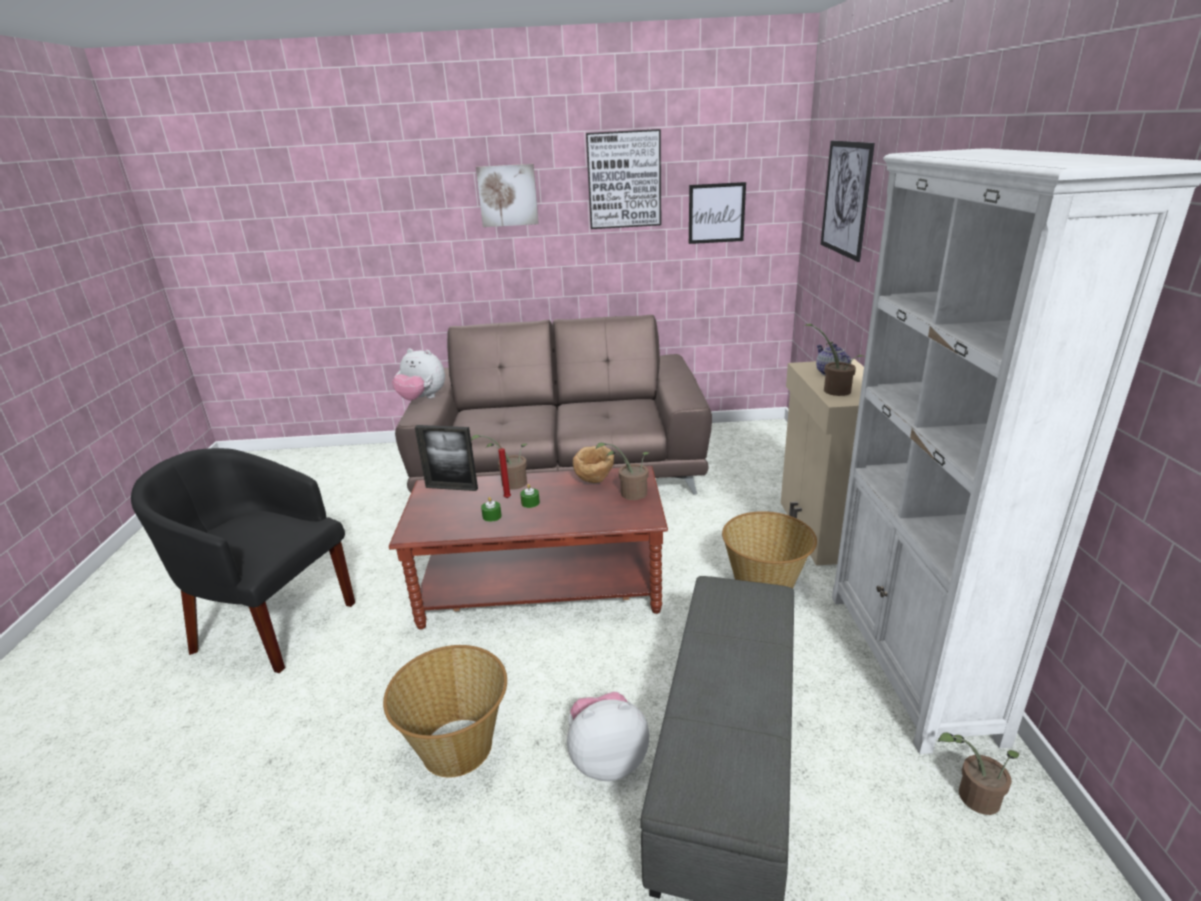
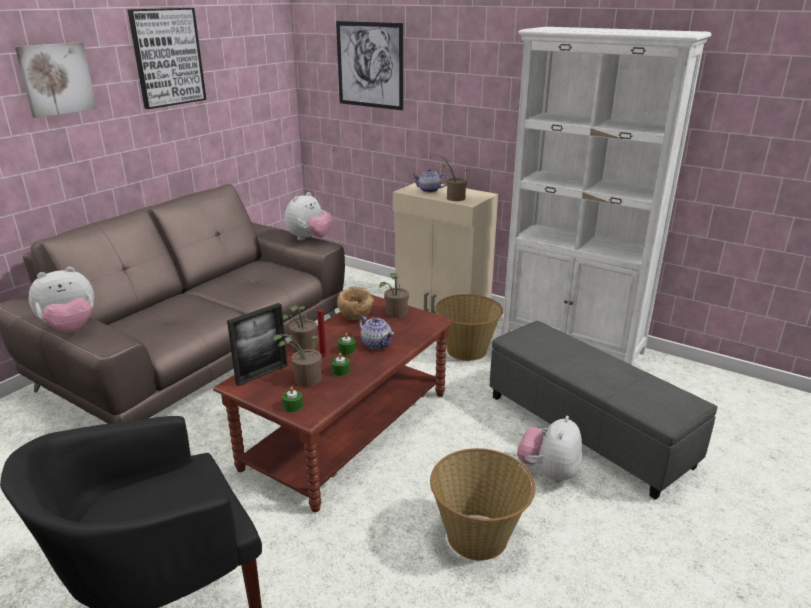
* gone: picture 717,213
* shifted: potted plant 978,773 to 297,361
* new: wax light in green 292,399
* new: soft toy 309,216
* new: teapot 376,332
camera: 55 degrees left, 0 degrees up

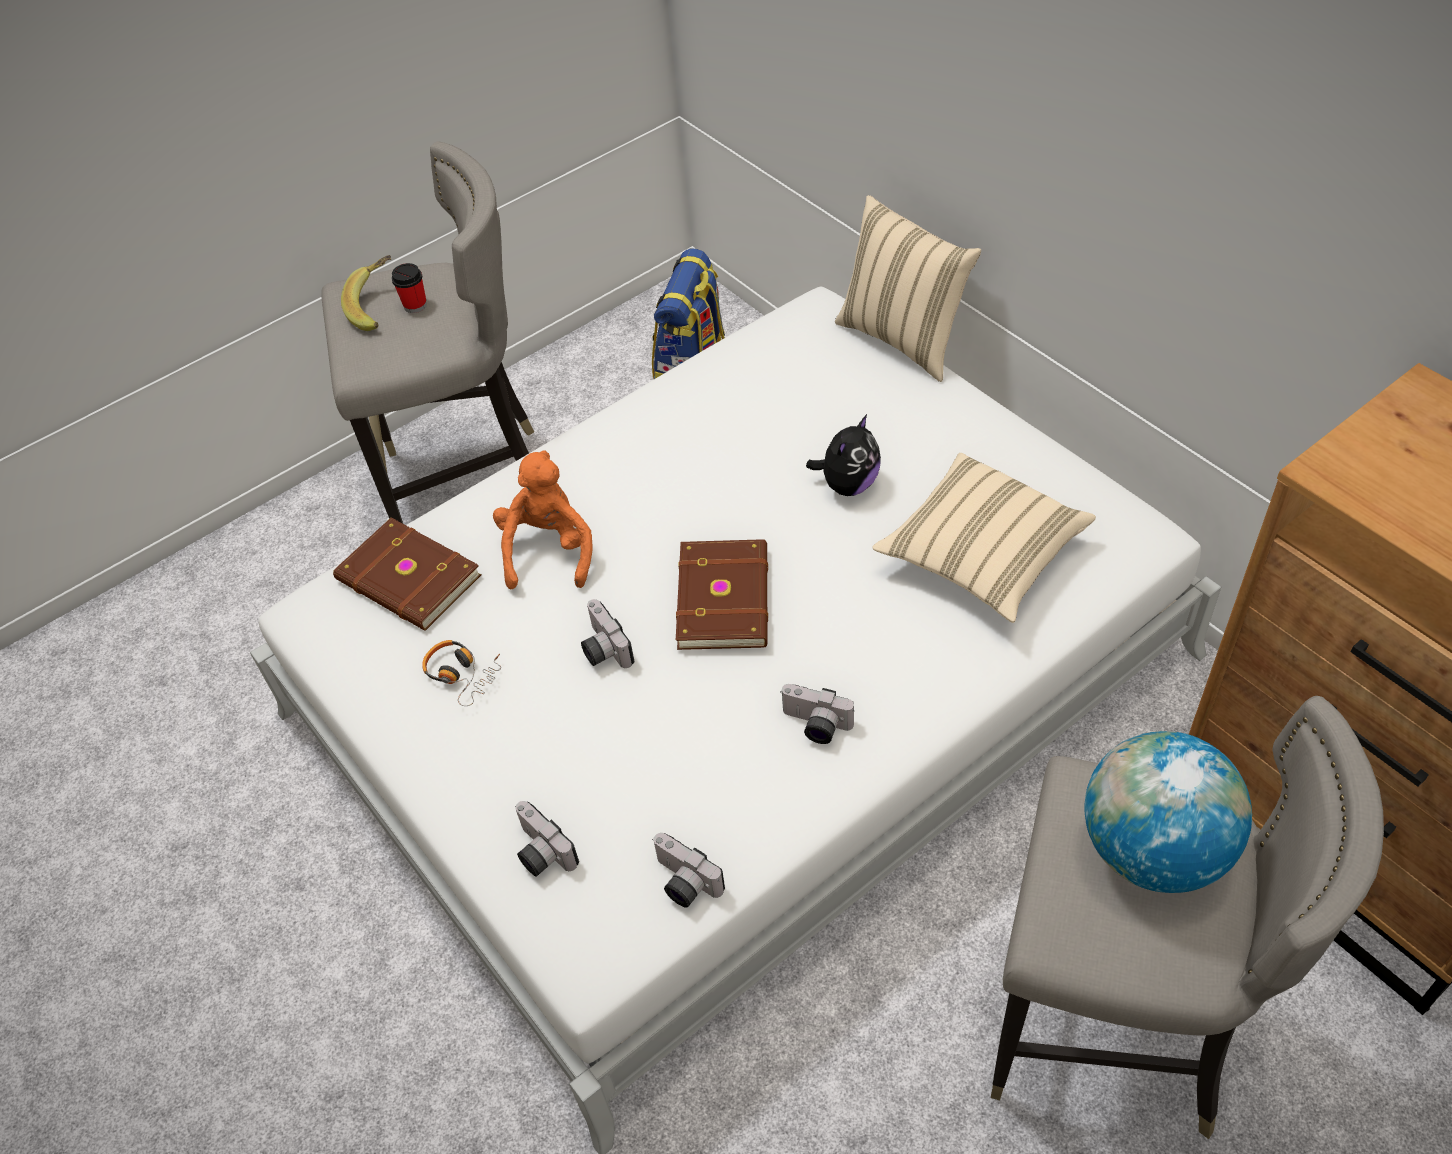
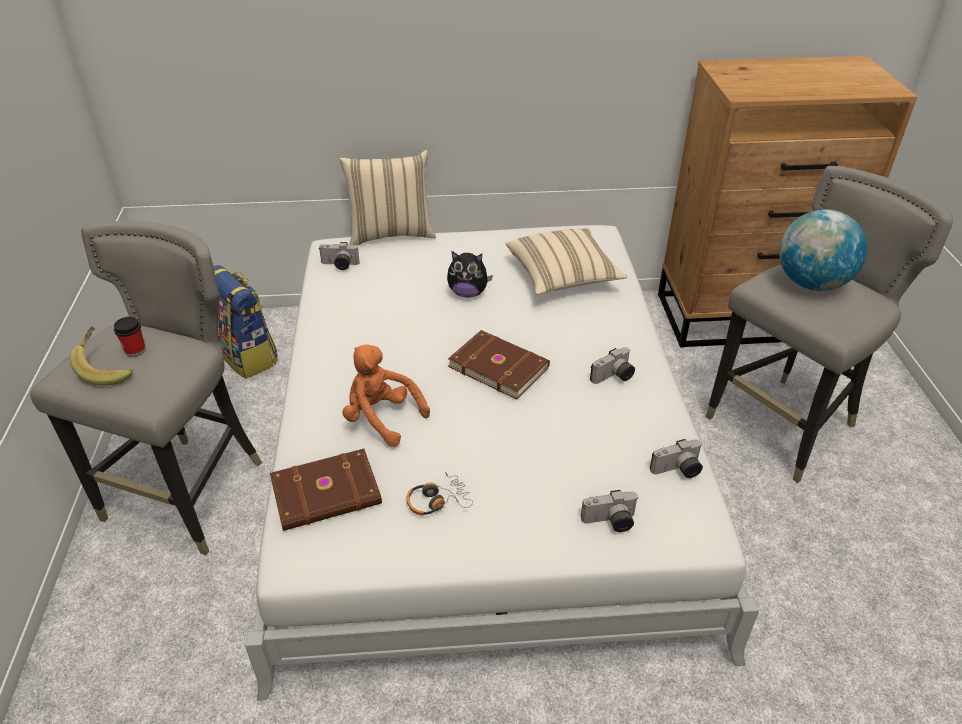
* shifted: photo camera 607,633 to 339,256
* rotated: soft toy 843,455 = 470,274 120 degrees clockwise
camera: 60 degrees left, 10 degrees down

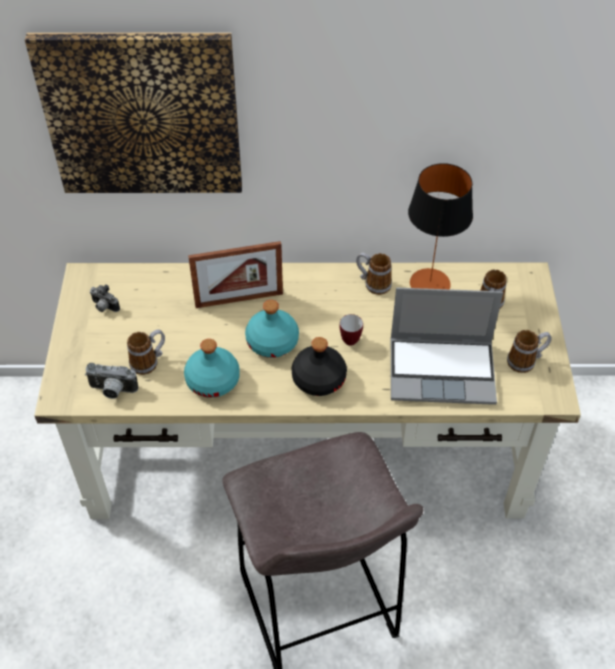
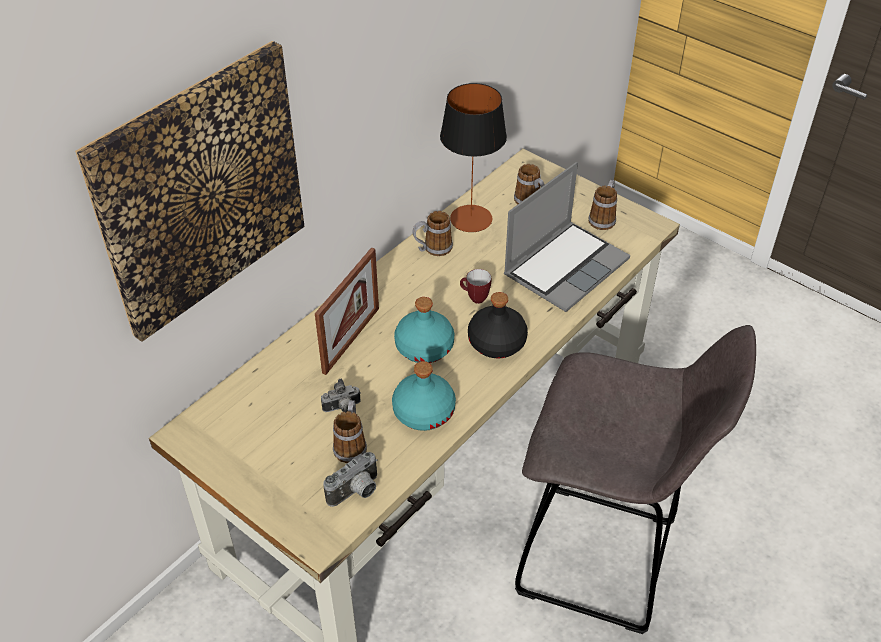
* shifted: photo camera 105,298 to 341,395
camera: 50 degrees left, 5 degrees down

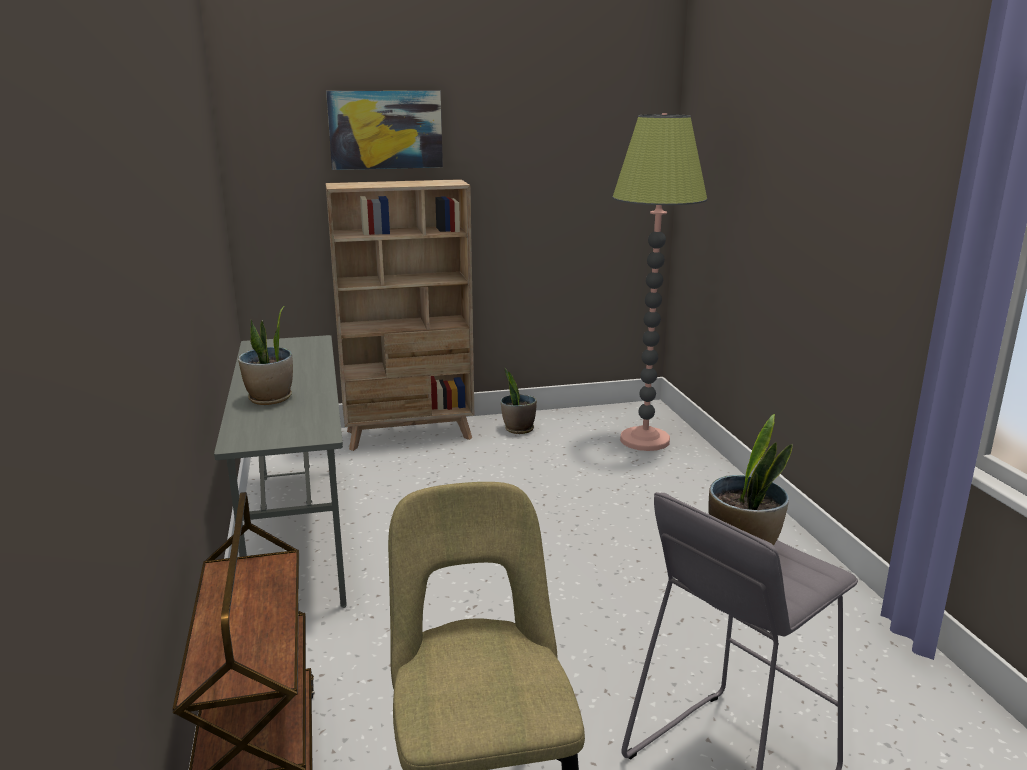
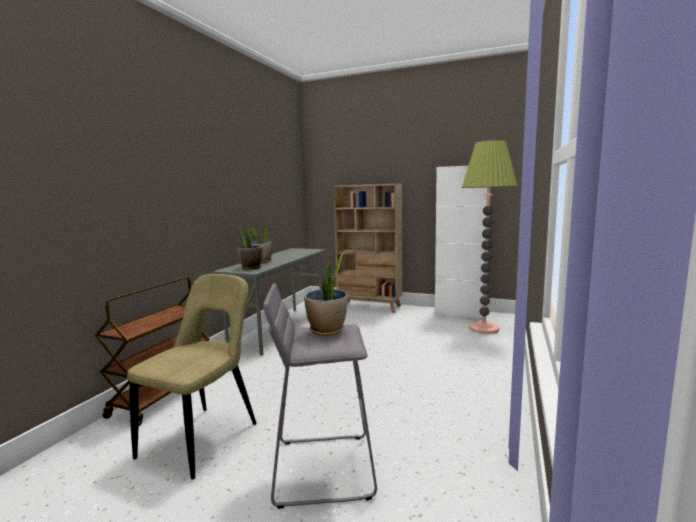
* gone: picture 384,130
* shifted: potted plant 519,401 to 249,246
* new: cabinet in white-coloured 461,242
camera: 35 degrees right, 10 degrees down

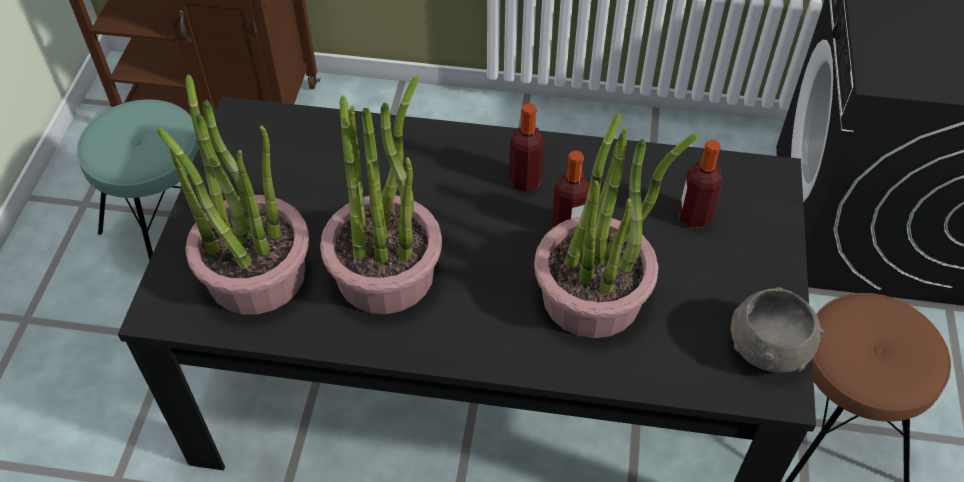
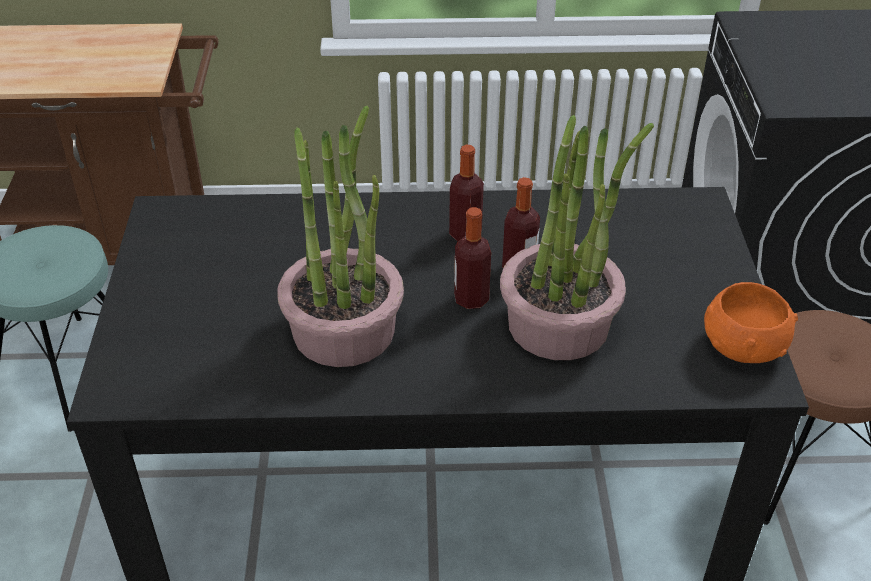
* gone: potted plant 233,194
* shifted: drink bottle 700,184 to 472,258
* repainted: deep dish in greyish 777,330 to deep dish in orange-coloured 751,322
camera: 10 degrees left, 10 degrees down

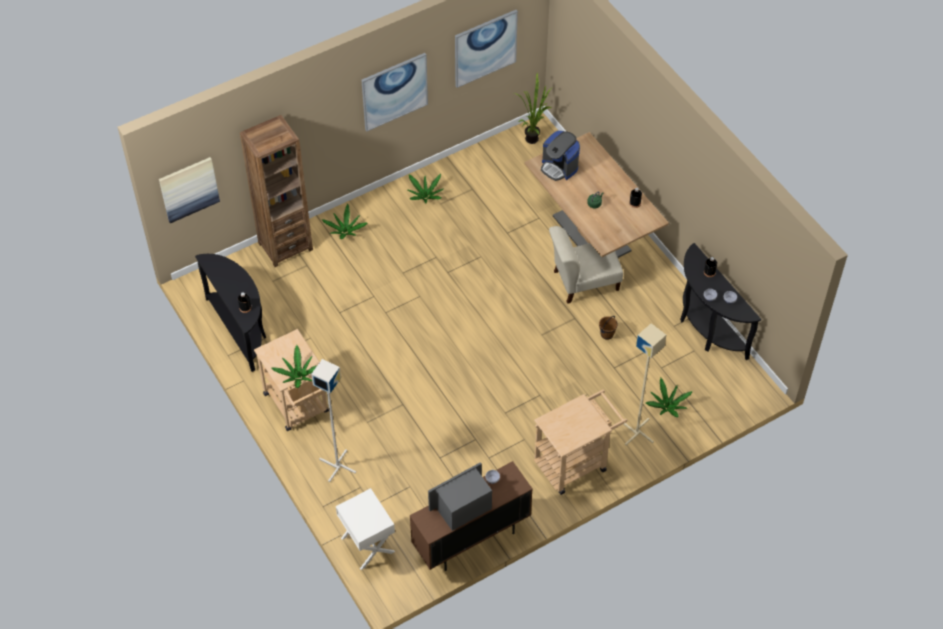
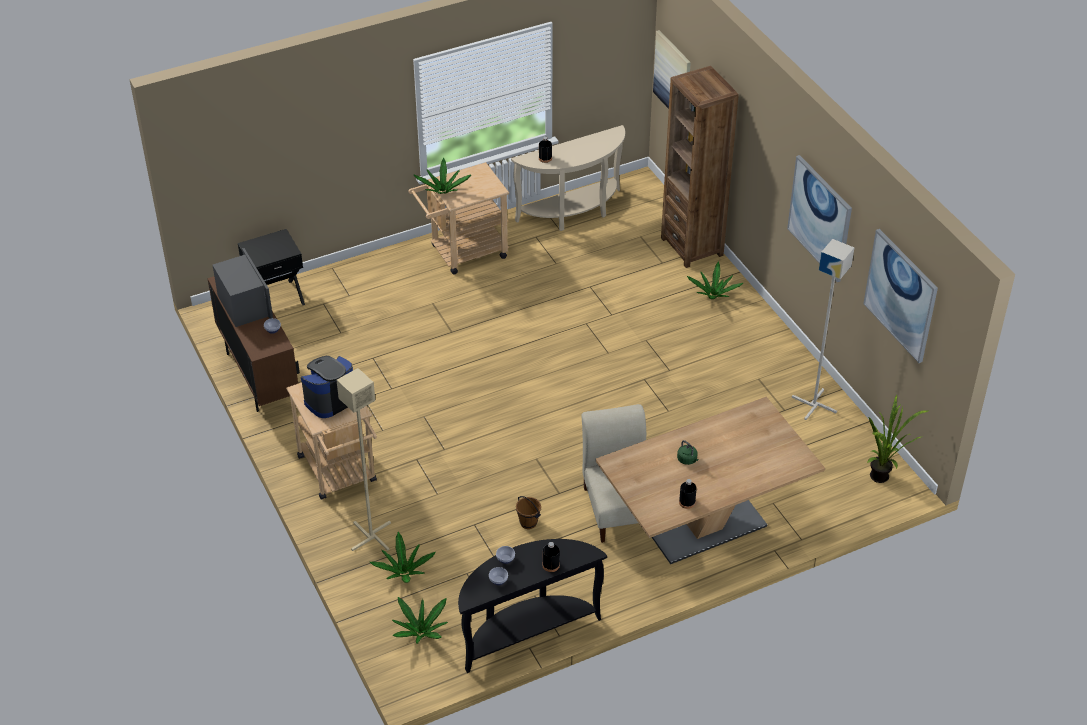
* repainted: narrow table in black-coloured 230,313 to narrow table in beige-coloured 568,178
* shifted: standing lamp in greyish 333,420 to 823,329
* repainted: night table in white-coloured 365,529 to night table in black-coloured 271,267
* shifted: potted plant 425,188 to 420,620
* shifted: coffee brewer 560,156 to 327,387
camera: 95 degrees right, 10 degrees down

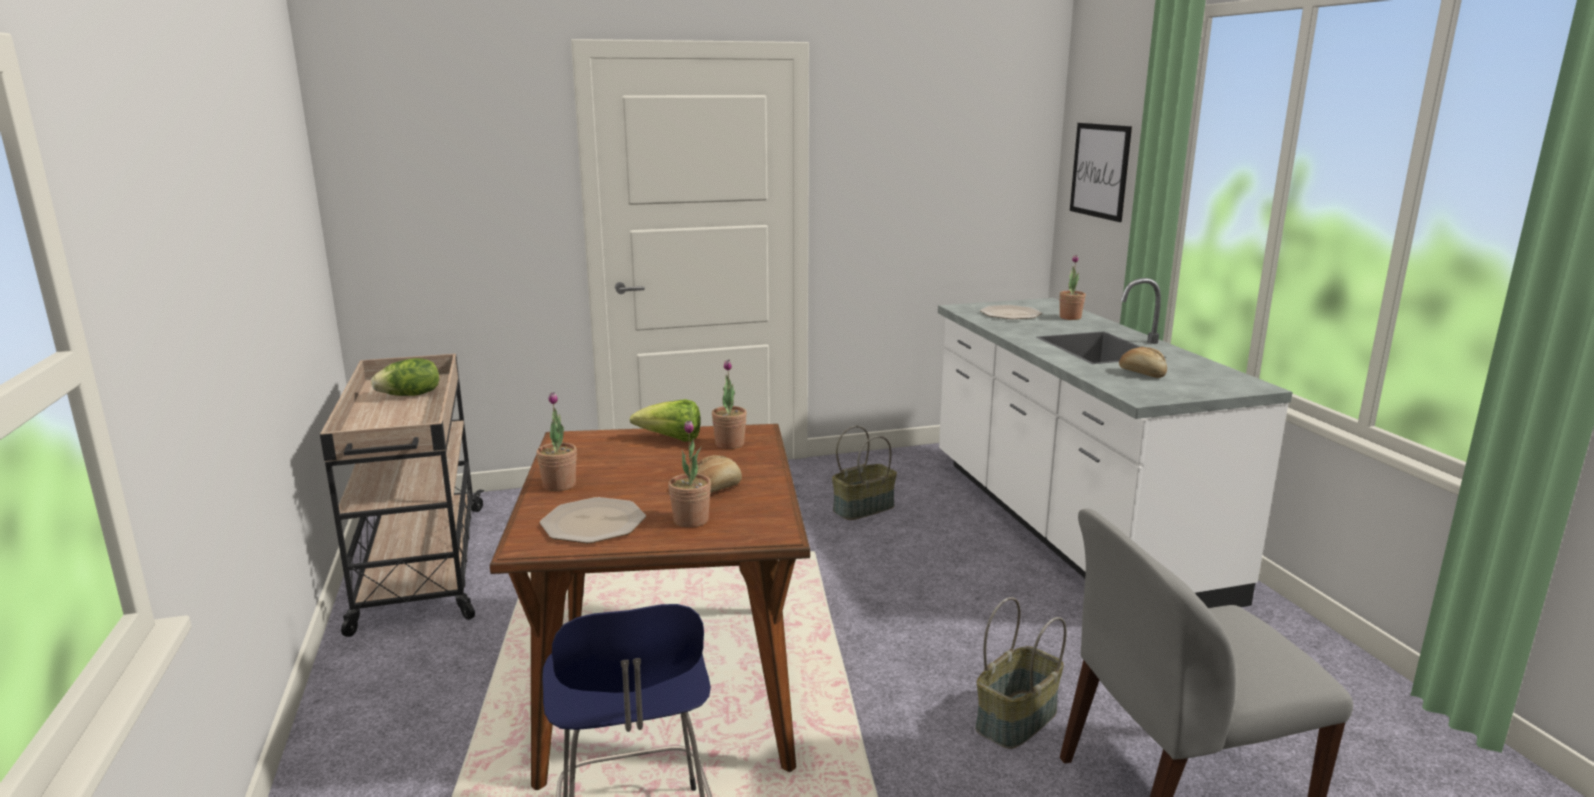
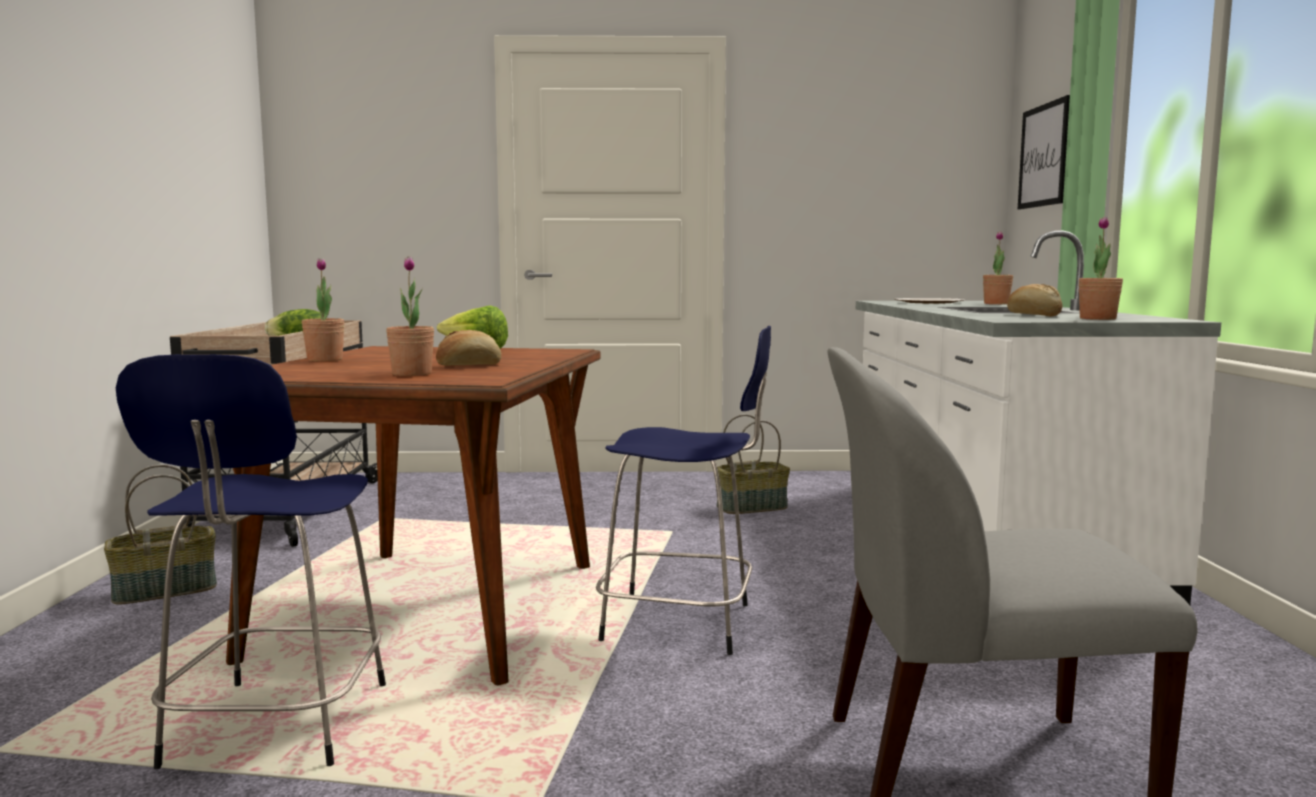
* gone: flat dish 593,520
* shifted: potted plant 729,404 to 1101,268
* shifted: household basket 1021,673 to 160,534
* new: sitting stool in blue-coloured 683,490
camera: 15 degrees right, 10 degrees down

